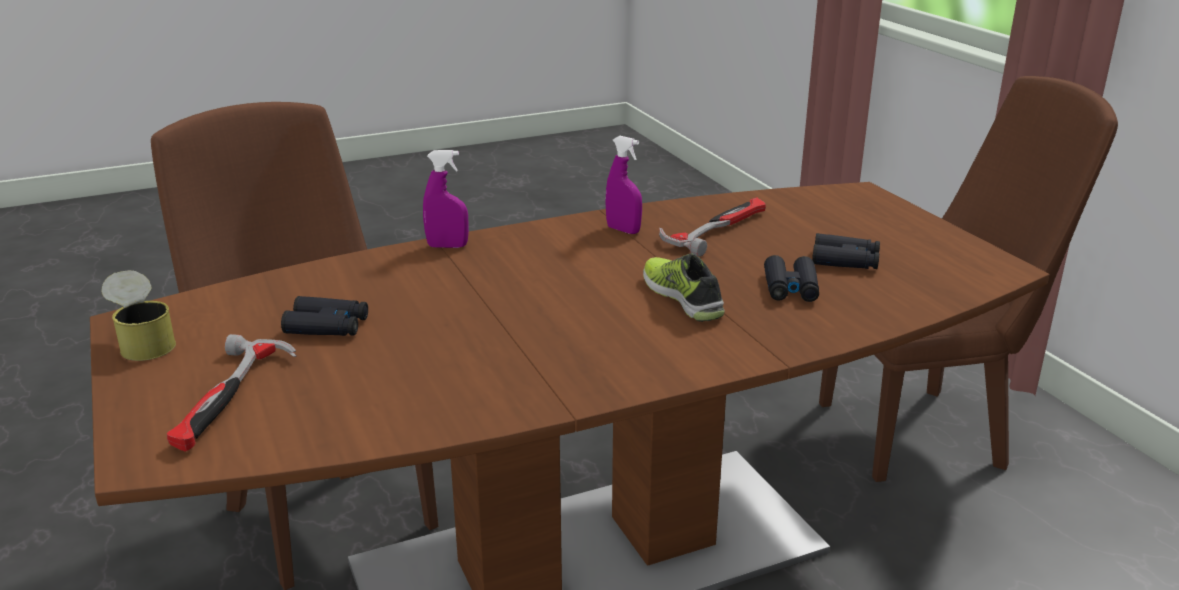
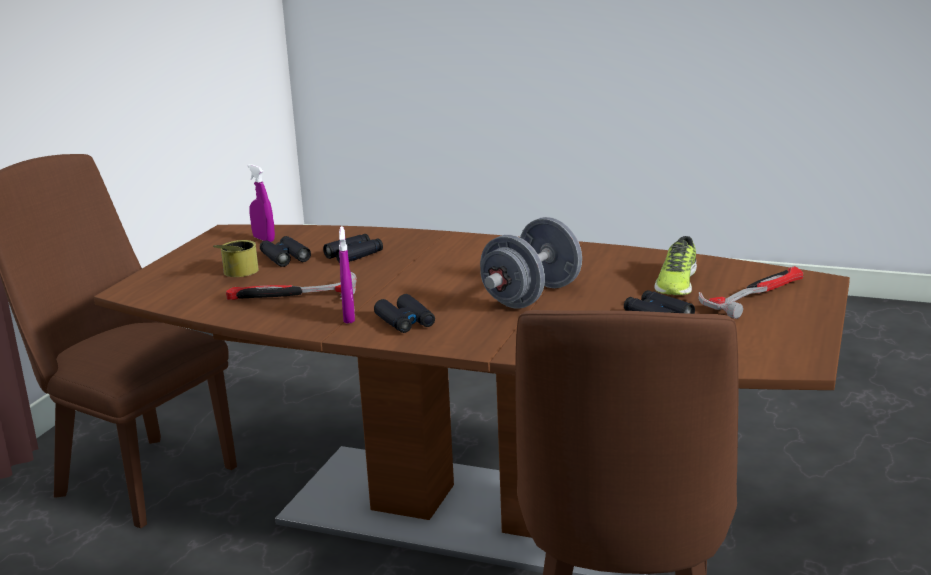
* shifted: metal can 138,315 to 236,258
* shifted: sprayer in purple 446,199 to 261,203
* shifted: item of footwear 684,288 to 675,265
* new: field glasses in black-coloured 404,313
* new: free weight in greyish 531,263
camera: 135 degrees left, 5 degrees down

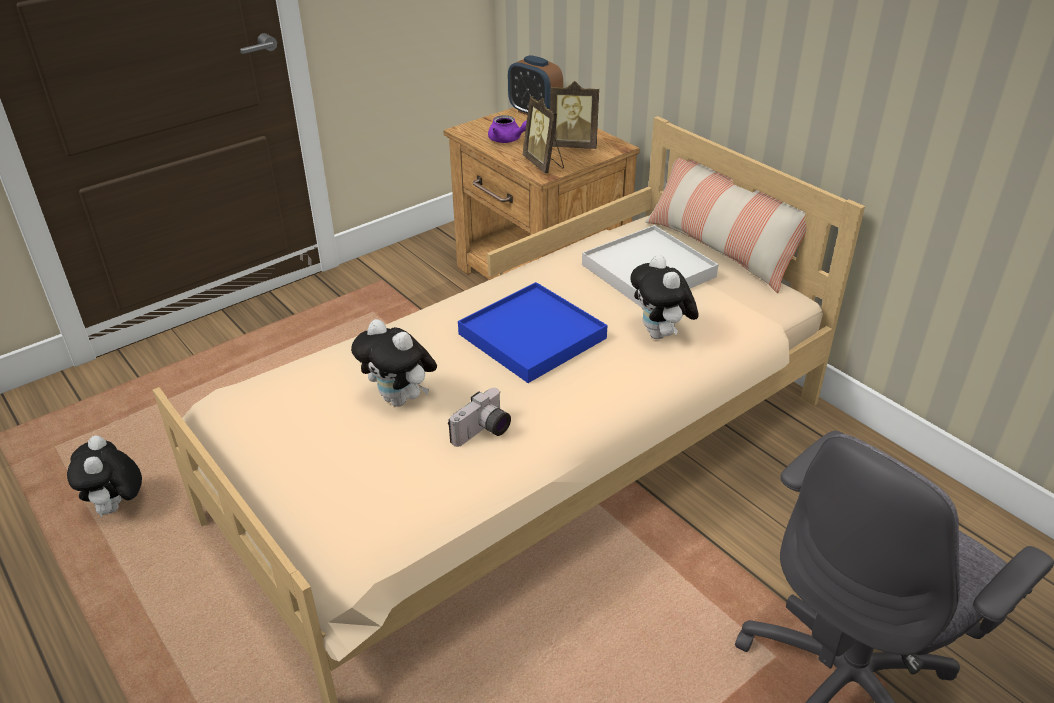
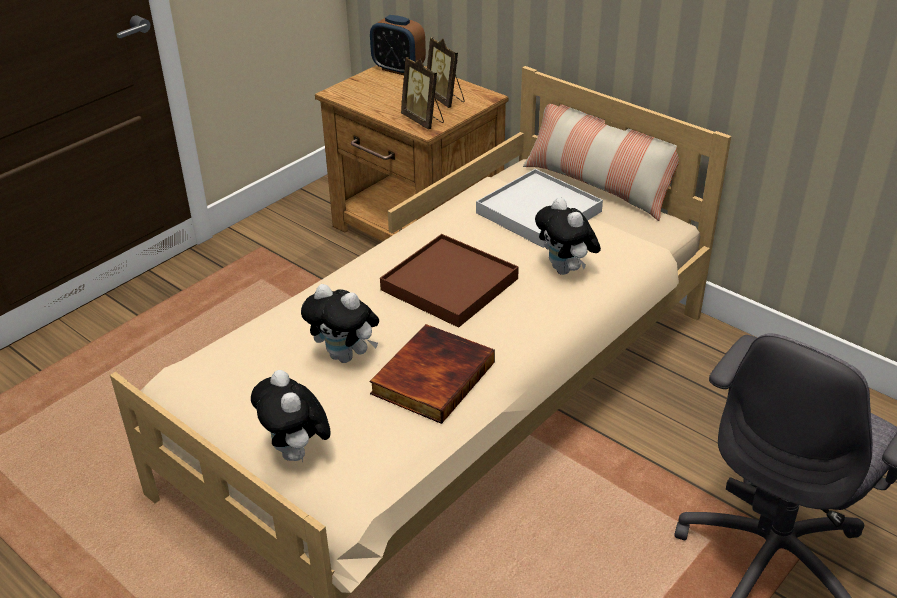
* shifted: soft toy 104,476 to 291,416
* swapped: photo camera 479,417 to book 432,374
* repainted: tray in blue-coloured 533,332 to tray in brown 449,281
* gone: teapot in purple 507,129
* rotated: photo frame 574,115 = 446,72 60 degrees clockwise
camera: 10 degrees left, 0 degrees up

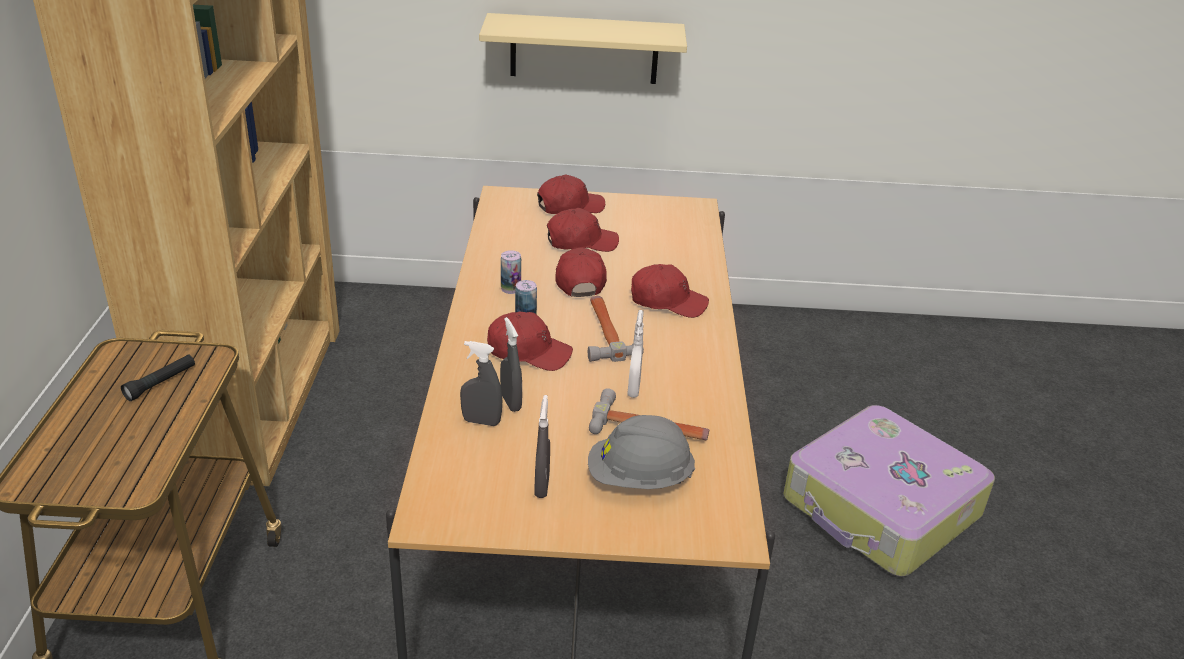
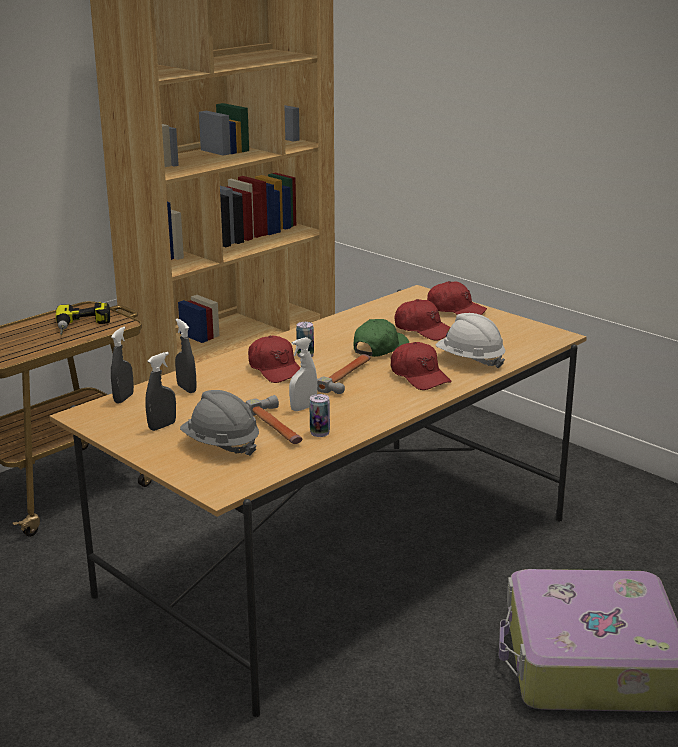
* swapped: torch in black-coloured 158,377 to drill 83,318
* gone: wall shelf in beige-coloured 583,48
* shifted: sprayer in greyish 511,364 to 122,364
* shifted: metal can 511,272 to 319,415
* repainted: cap in red 581,272 to cap in green 381,338
* new: hard hat in white-coloured 470,341
camera: 45 degrees right, 10 degrees down

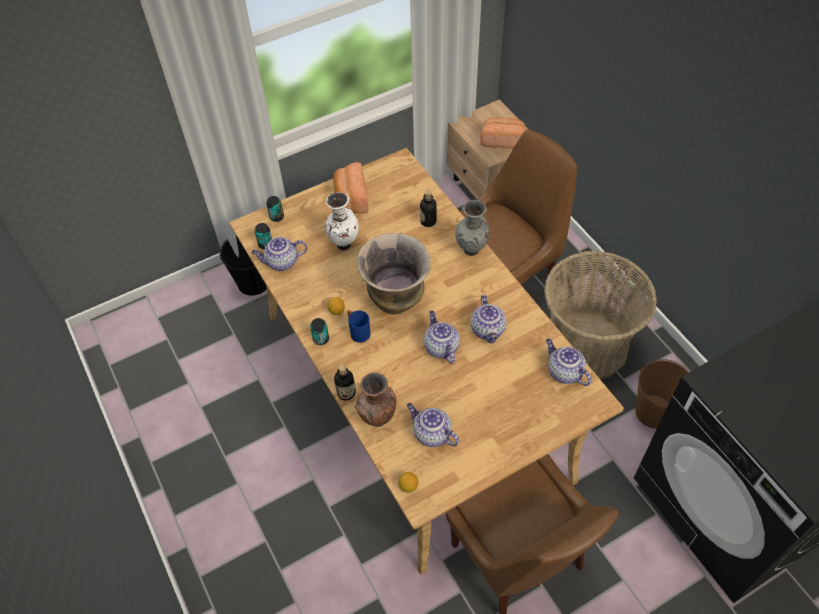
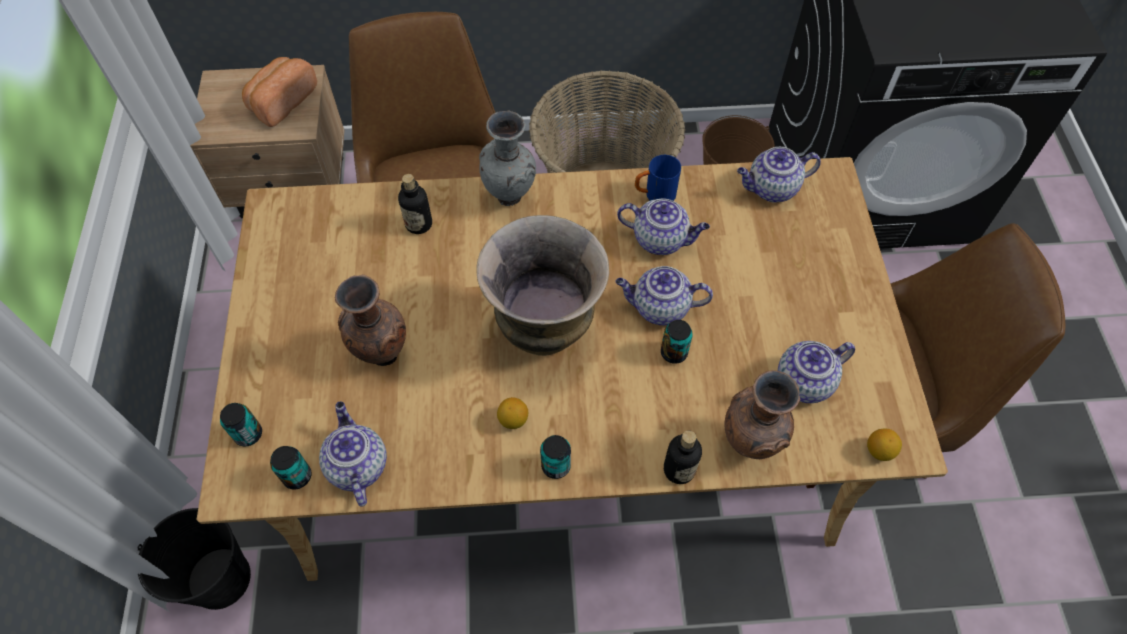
* rotated: teapot 279,254 = 353,453 150 degrees clockwise
* repainted: decorative vase in white-coloured 342,221 to decorative vase in brown 370,320
* gone: baked bread 350,188
* shifted: tea mug in blue-coloured 359,326 to 658,178
* new: metal can 677,342
camera: 65 degrees left, 5 degrees up

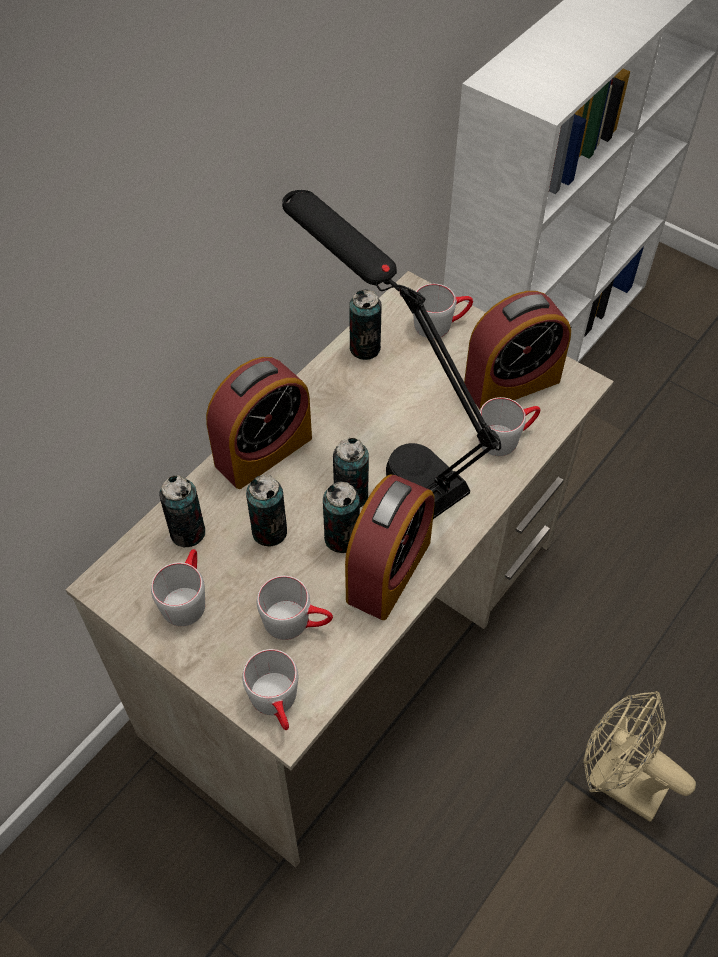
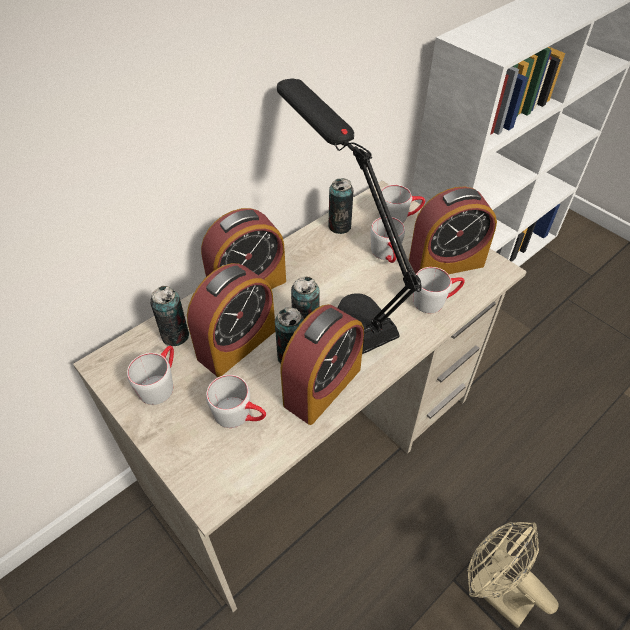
* shifted: tea mug in greyish 270,689 to 387,240
* swapped: metal can 266,510 to table clock 231,320
camera: 10 degrees right, 5 degrees down

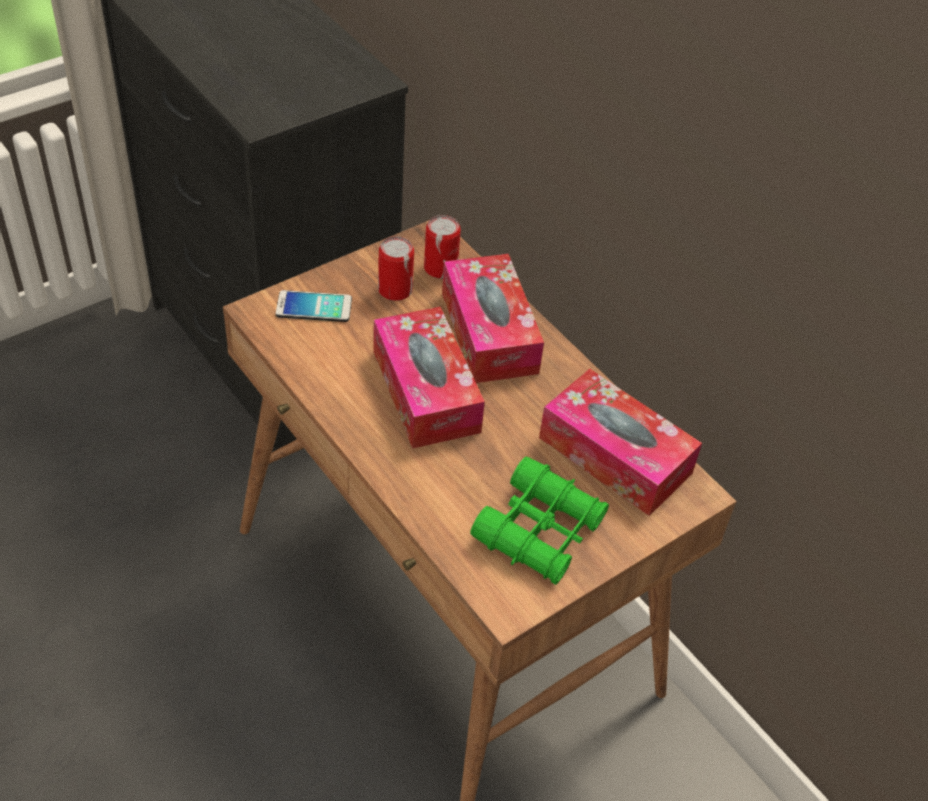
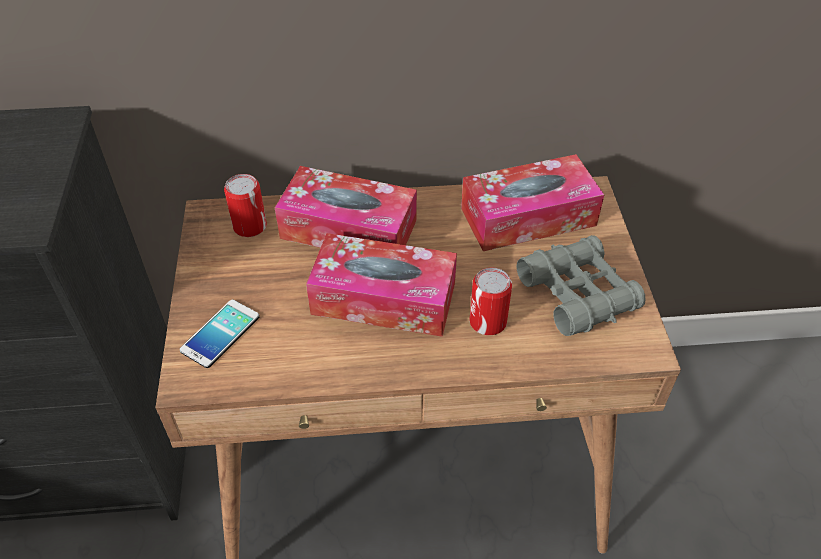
* shifted: metal can 396,268 to 490,301
* repainted: field glasses in green 539,520 to field glasses in greyish 581,285
camera: 55 degrees left, 0 degrees up

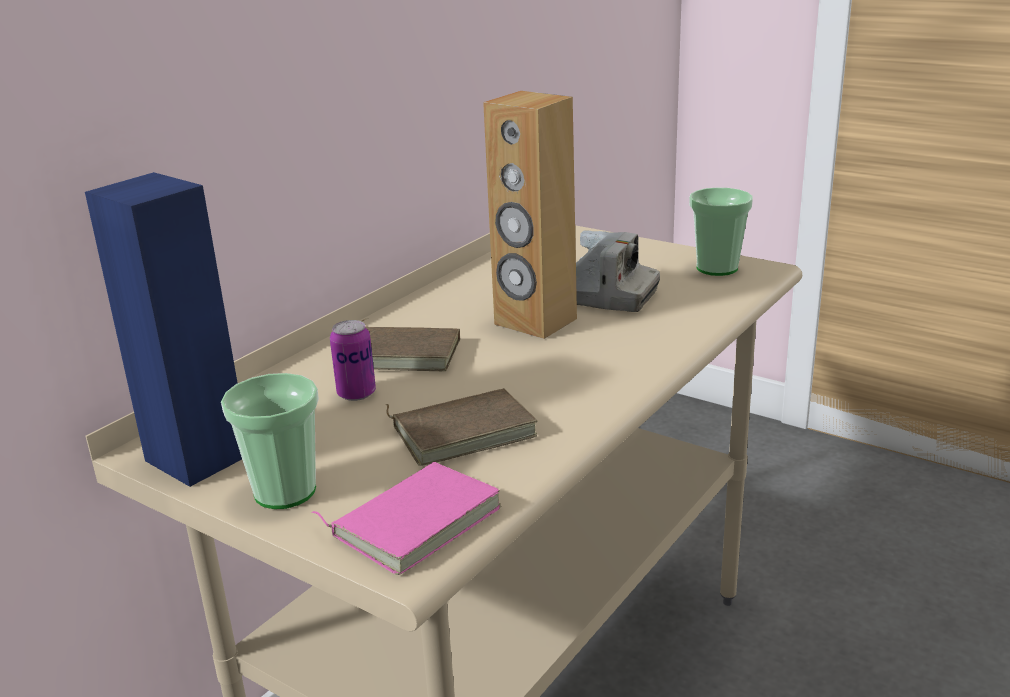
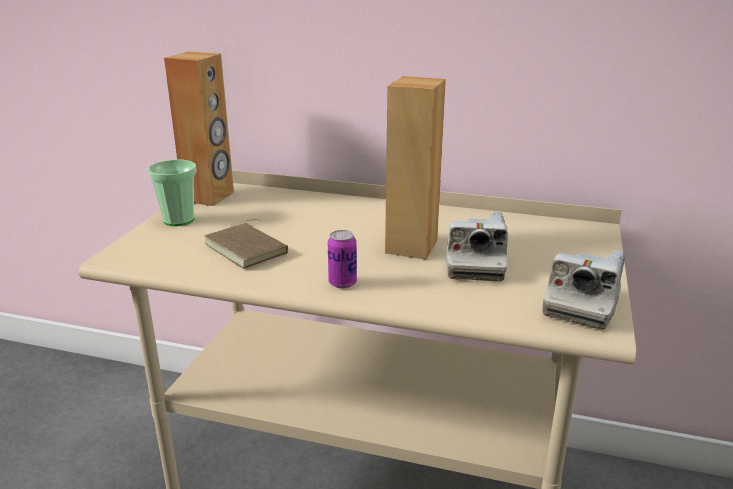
* repainted: audio speaker in blue-coloured 163,329 to audio speaker in brown 199,128
* gone: book in pink-coloured 406,518
* shifted: metal can 353,360 to 342,259
* gone: book in brown 411,345
* swapped: drinking cup 721,231 to photo camera 583,289
camera: 70 degrees right, 0 degrees up

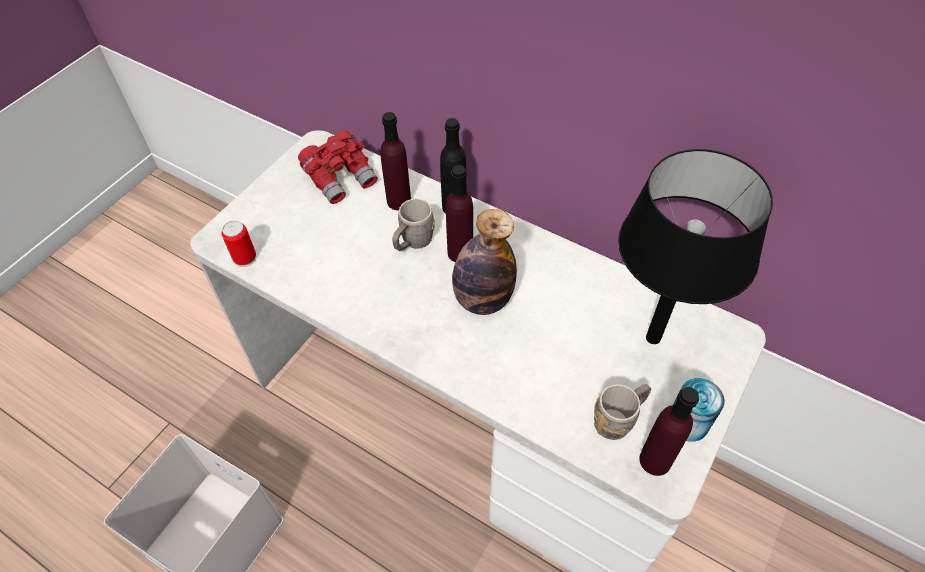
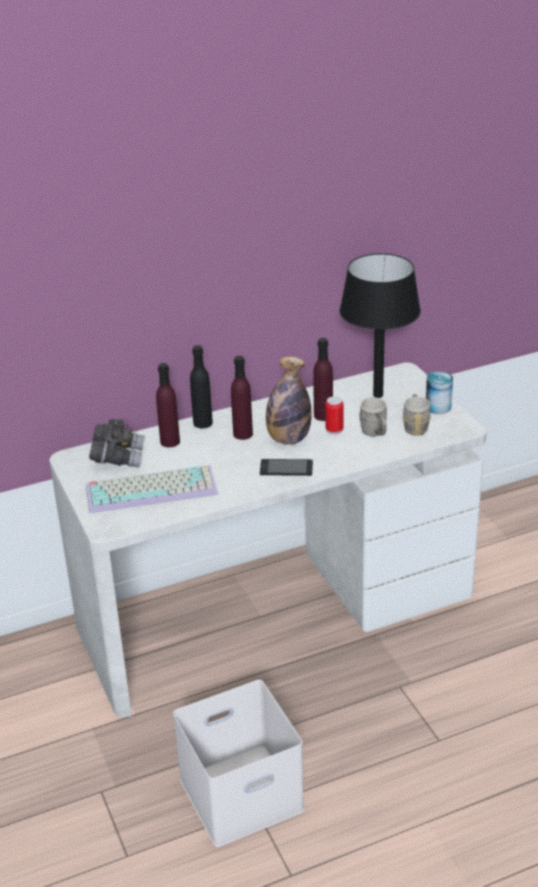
* shifted: metal can 239,243 to 334,415
* repainted: field glasses in red 338,167 to field glasses in greyish 117,443
* shifted: tea mug in greyish 413,225 to 373,416
* shifted: drink bottle in purple 669,431 to 323,379
* new: keyboard 152,489
* new: phone 286,467
camera: 55 degrees left, 20 degrees down

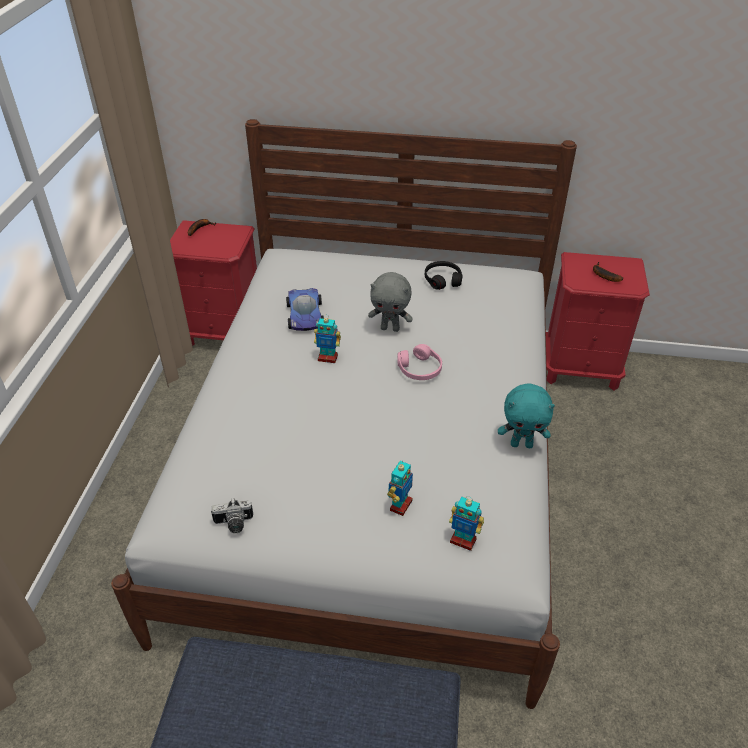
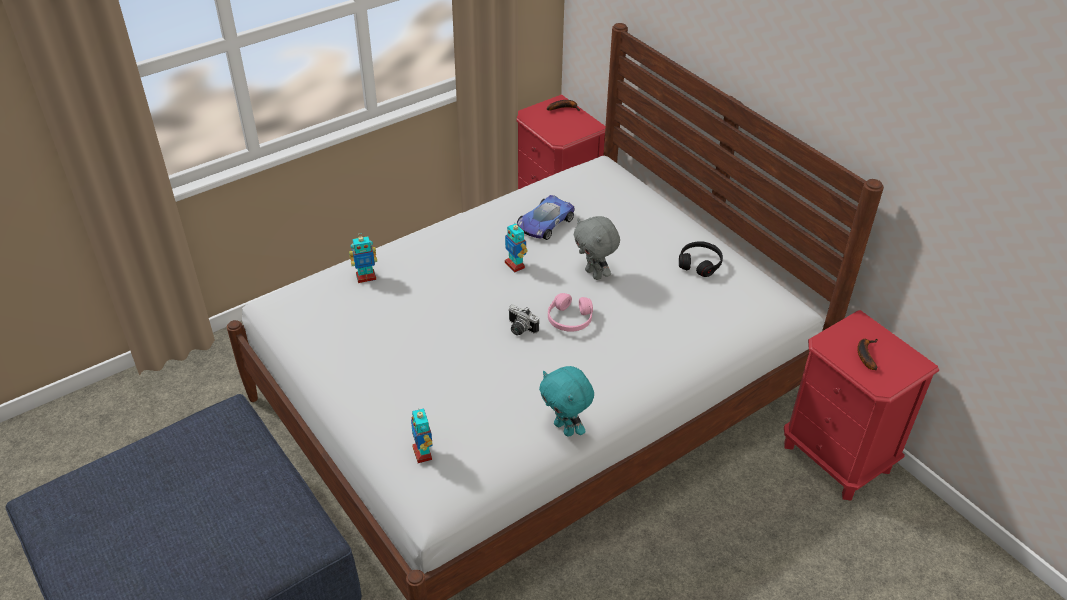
* shifted: photo camera 232,515 to 524,320
* shifted: robot figure 400,488 to 363,258
camera: 45 degrees right, 0 degrees up

